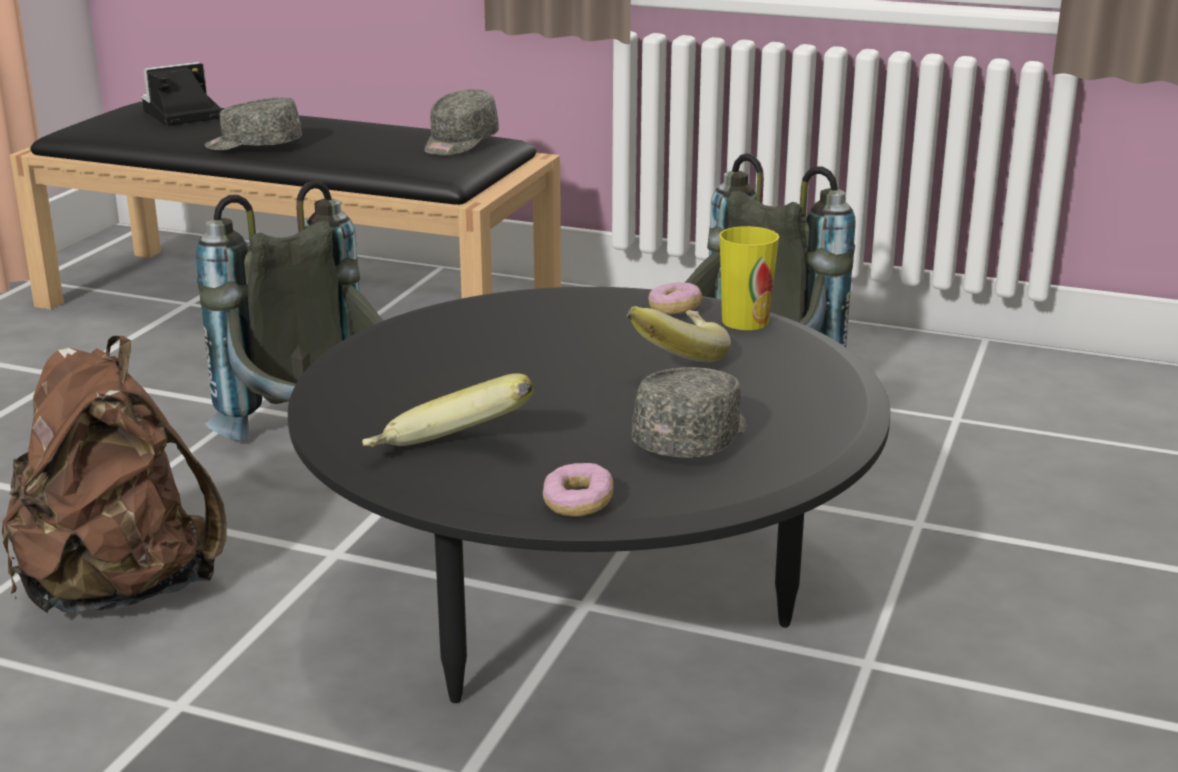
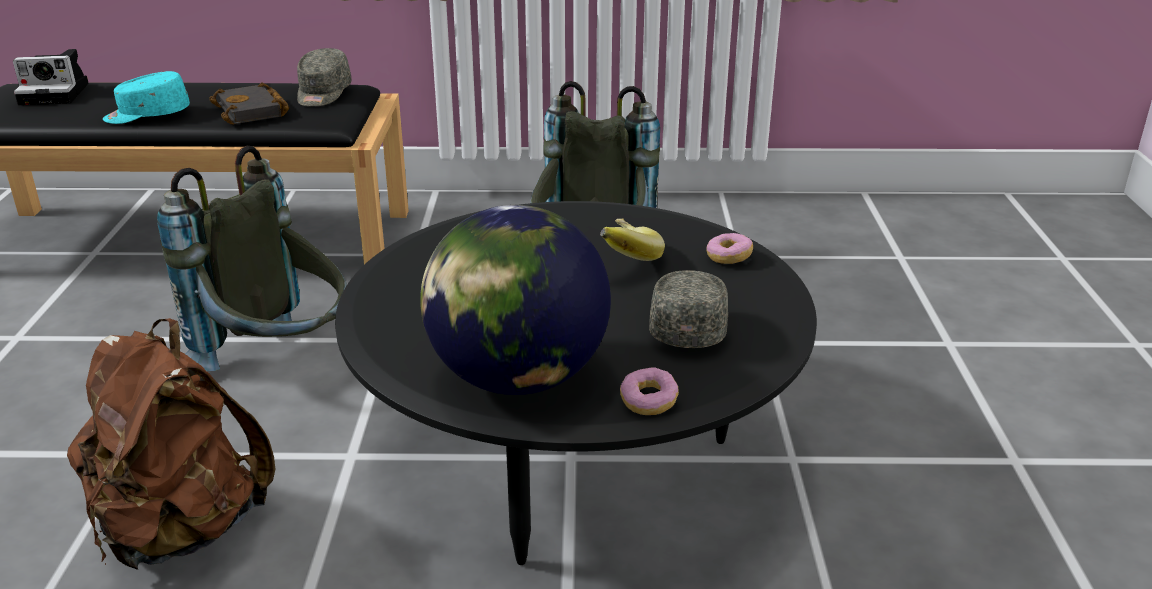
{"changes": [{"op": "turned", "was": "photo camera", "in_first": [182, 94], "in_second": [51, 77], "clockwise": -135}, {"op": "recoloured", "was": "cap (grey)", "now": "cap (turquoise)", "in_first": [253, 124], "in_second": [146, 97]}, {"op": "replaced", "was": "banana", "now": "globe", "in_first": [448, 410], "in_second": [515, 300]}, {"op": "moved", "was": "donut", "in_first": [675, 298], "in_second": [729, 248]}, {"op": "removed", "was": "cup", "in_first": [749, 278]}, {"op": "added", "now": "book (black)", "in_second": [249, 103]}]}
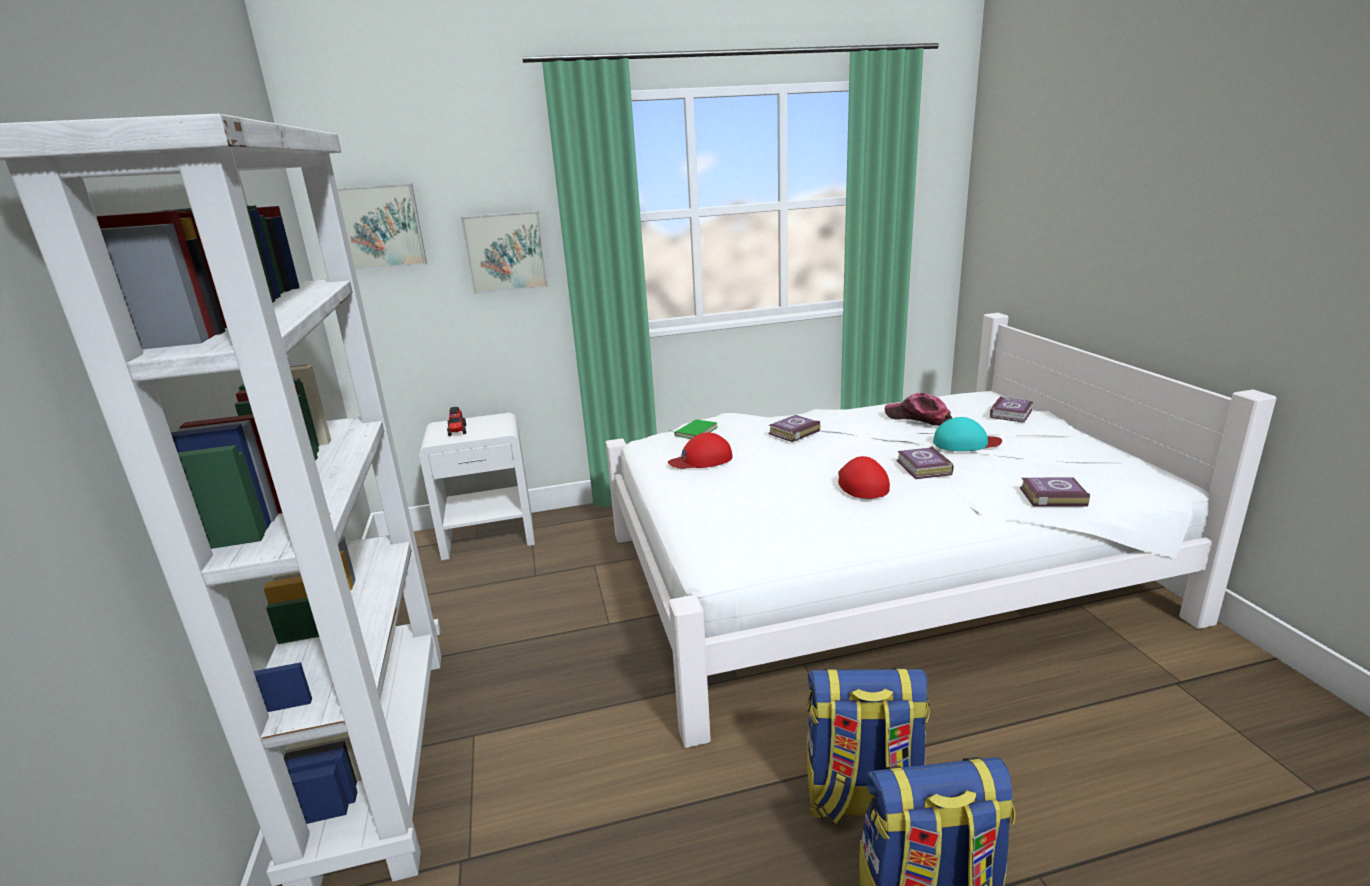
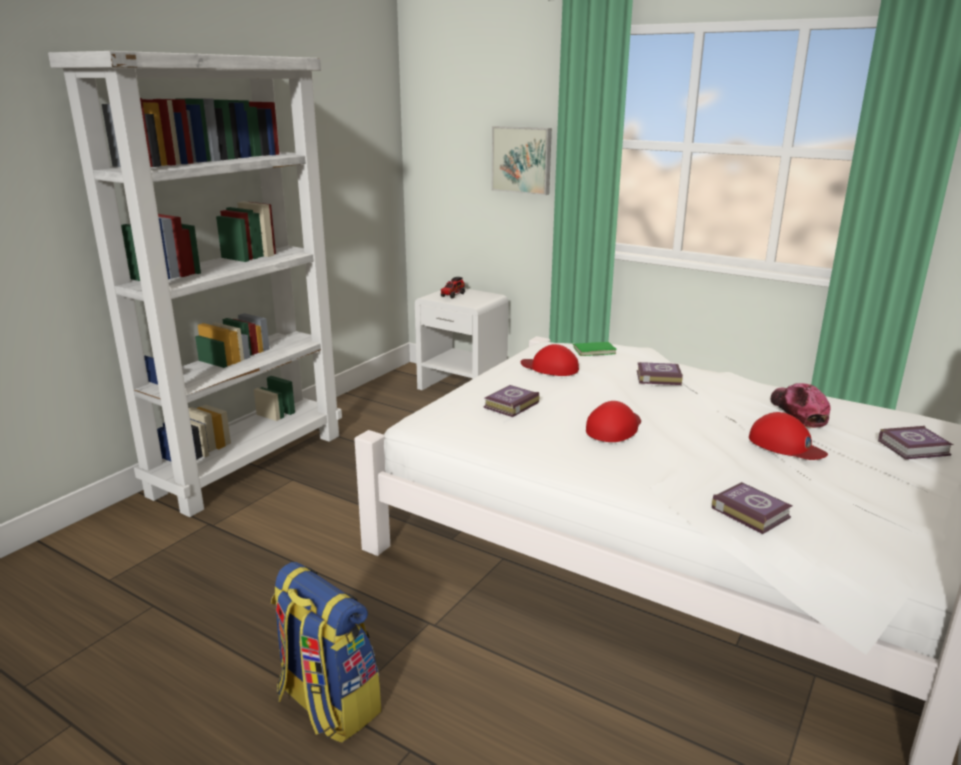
{"changes": [{"op": "removed", "was": "picture", "in_first": [382, 227]}, {"op": "removed", "was": "backpack", "in_first": [868, 745]}, {"op": "moved", "was": "book", "in_first": [925, 462], "in_second": [511, 401]}, {"op": "recoloured", "was": "cap (turquoise)", "now": "cap (red)", "in_first": [967, 434], "in_second": [788, 436]}]}
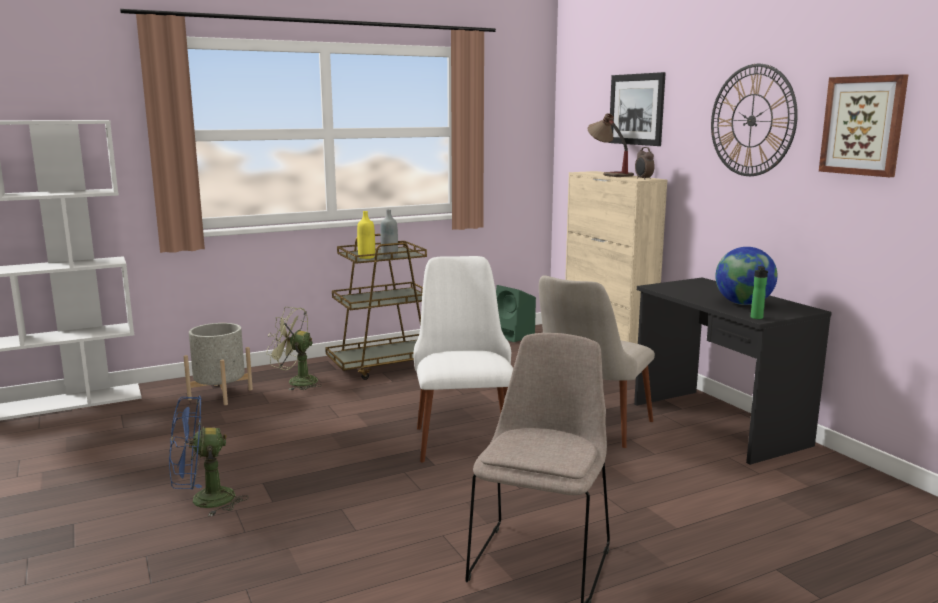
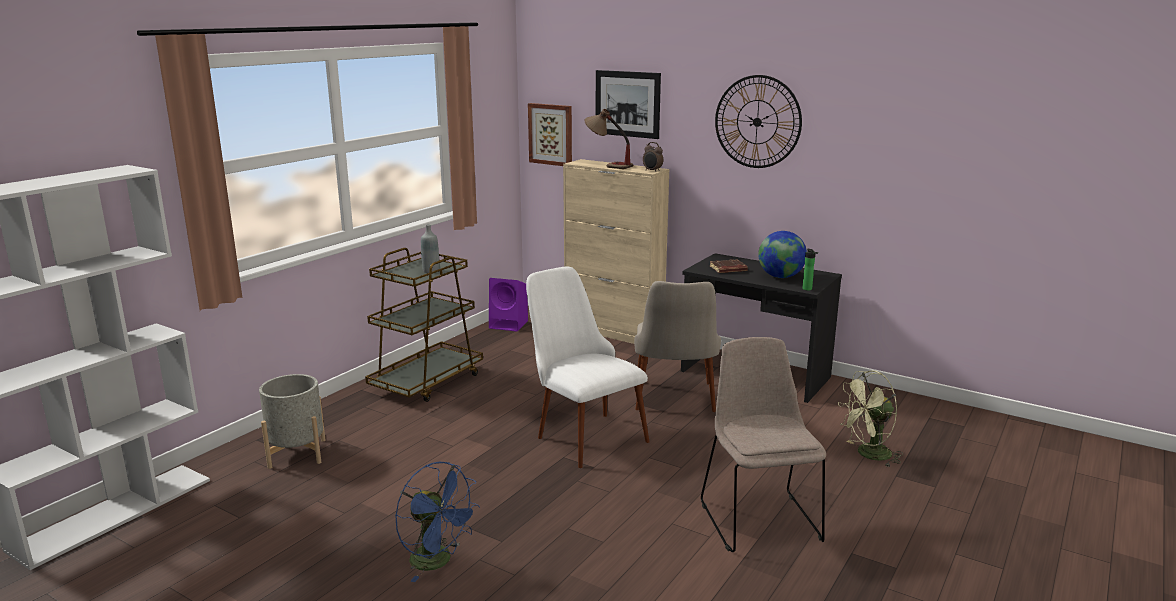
{"changes": [{"op": "turned", "was": "fan (blue)", "in_first": [208, 456], "in_second": [437, 522], "clockwise": -90}, {"op": "moved", "was": "fan (green)", "in_first": [294, 348], "in_second": [870, 419]}, {"op": "removed", "was": "bottle (yellow)", "in_first": [366, 235]}, {"op": "recoloured", "was": "speaker (green)", "now": "speaker (purple)", "in_first": [516, 313], "in_second": [508, 304]}, {"op": "moved", "was": "picture", "in_first": [863, 125], "in_second": [550, 134]}, {"op": "added", "now": "book (brown)", "in_second": [729, 266]}]}
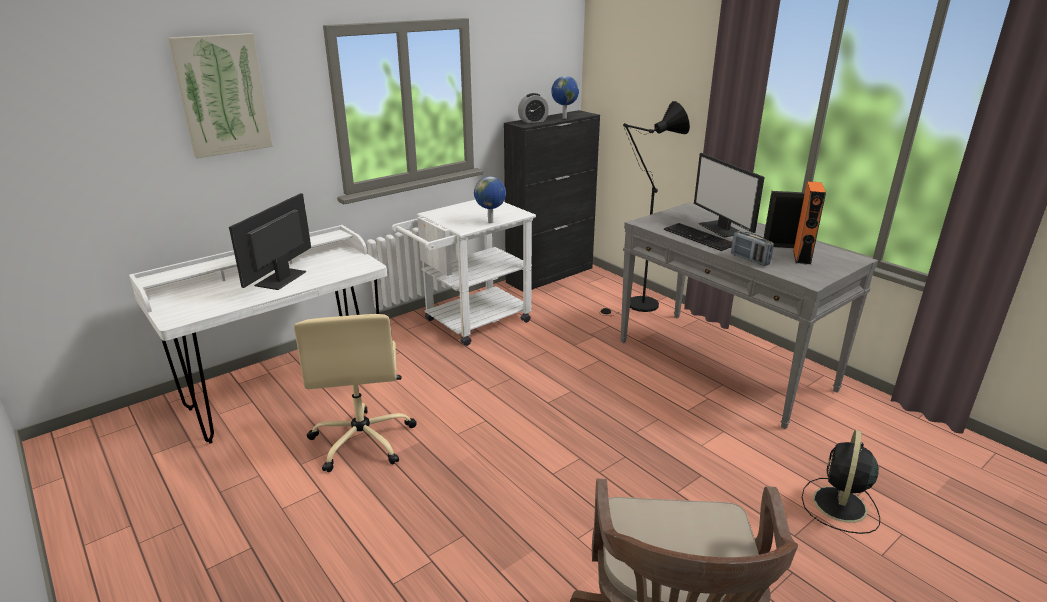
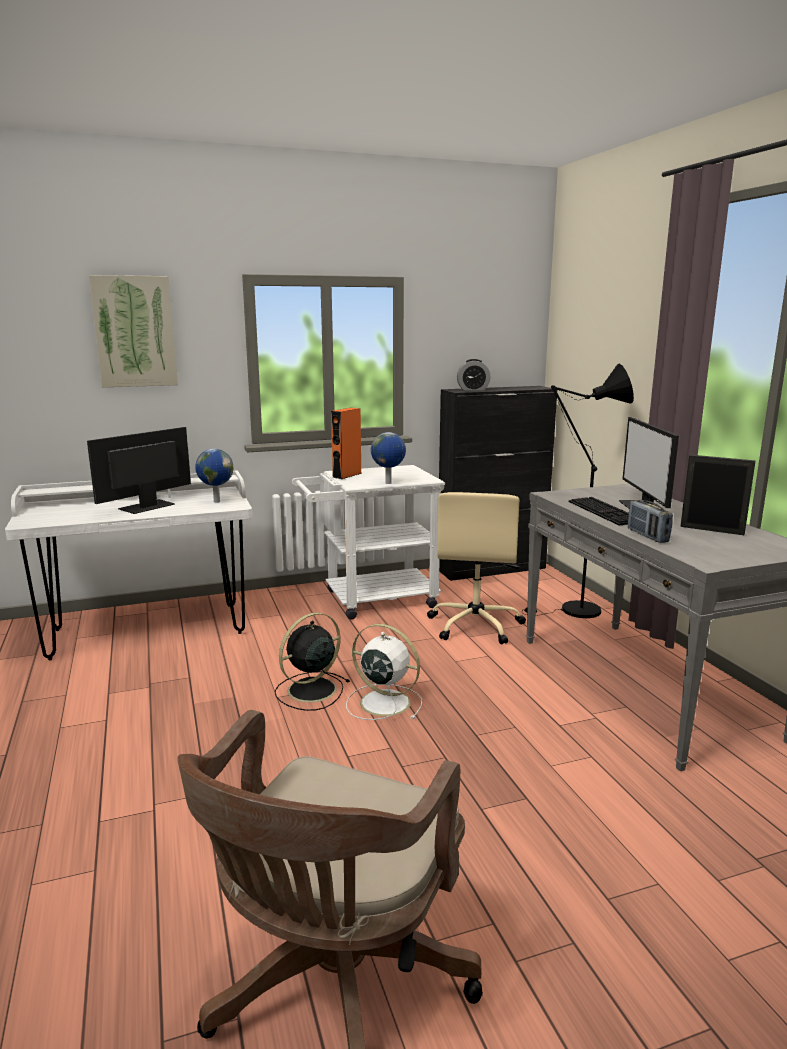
{"changes": [{"op": "moved", "was": "office chair (beige)", "in_first": [355, 393], "in_second": [476, 568]}, {"op": "moved", "was": "globe", "in_first": [565, 97], "in_second": [214, 475]}, {"op": "moved", "was": "speaker (orange)", "in_first": [809, 223], "in_second": [346, 443]}, {"op": "moved", "was": "fan (black)", "in_first": [841, 482], "in_second": [312, 661]}, {"op": "added", "now": "fan (white)", "in_second": [384, 672]}]}
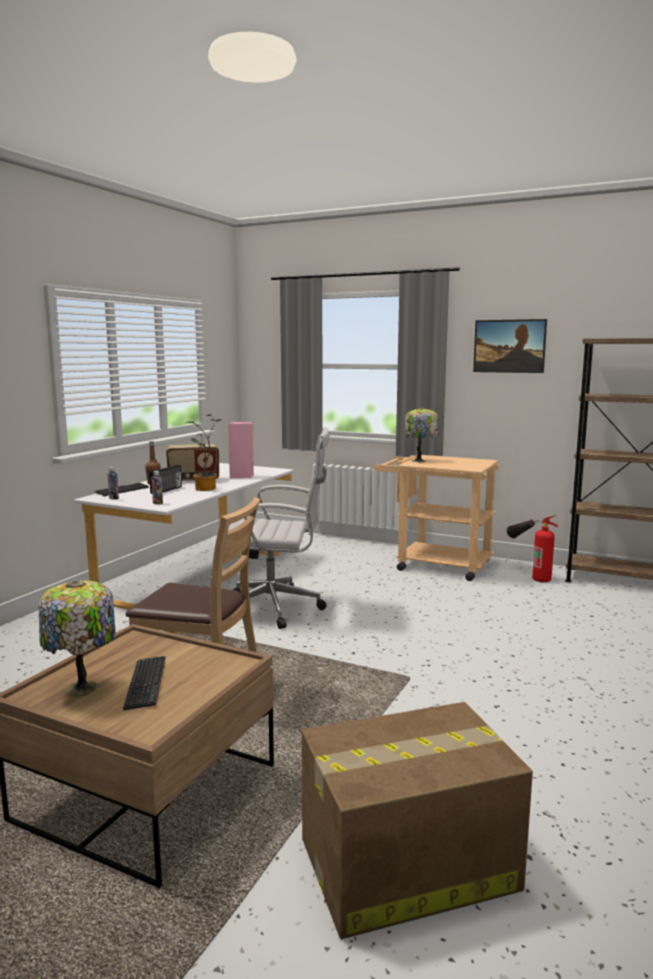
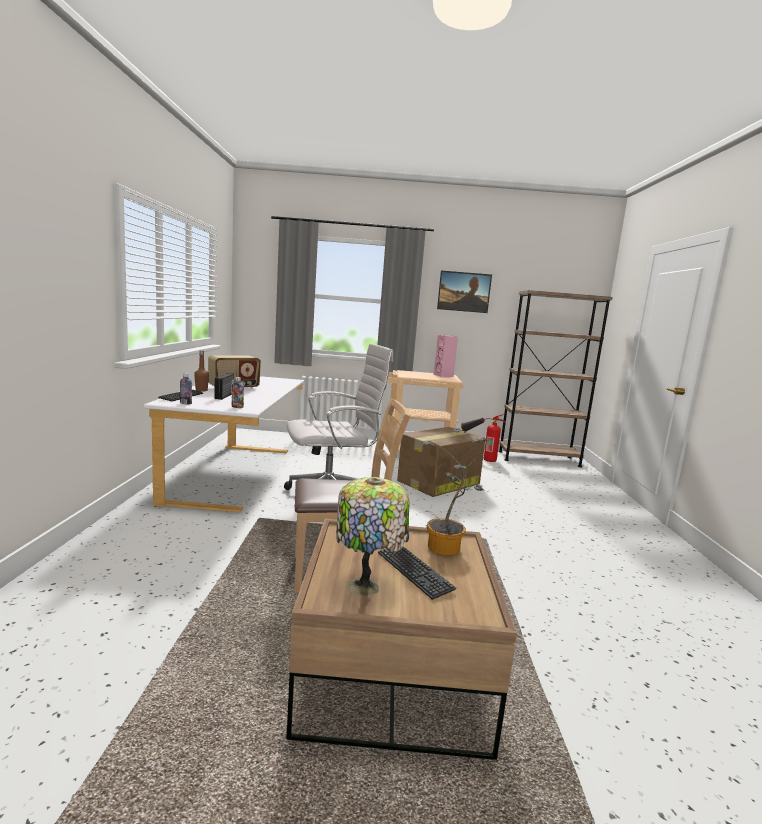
{"changes": [{"op": "moved", "was": "potted plant", "in_first": [203, 452], "in_second": [453, 492]}, {"op": "moved", "was": "speaker (pink)", "in_first": [241, 449], "in_second": [445, 356]}, {"op": "moved", "was": "cardboard box", "in_first": [417, 820], "in_second": [441, 462]}, {"op": "removed", "was": "table lamp", "in_first": [422, 434]}]}
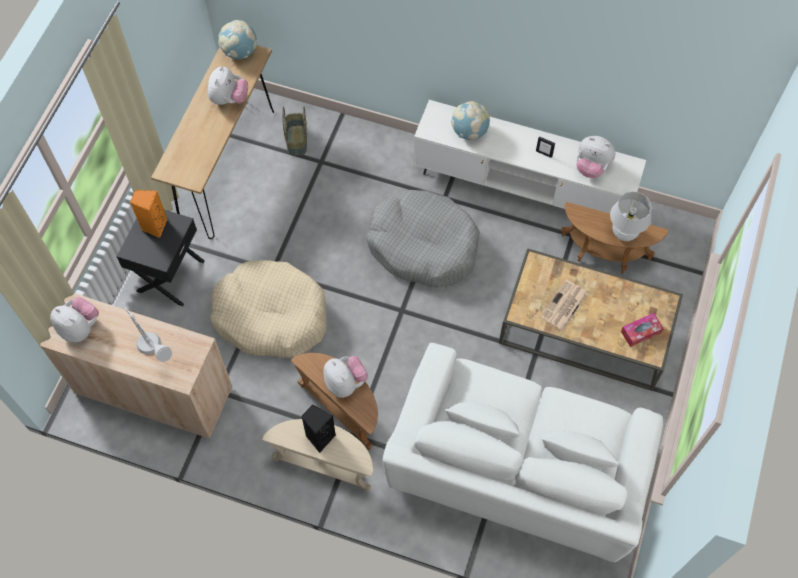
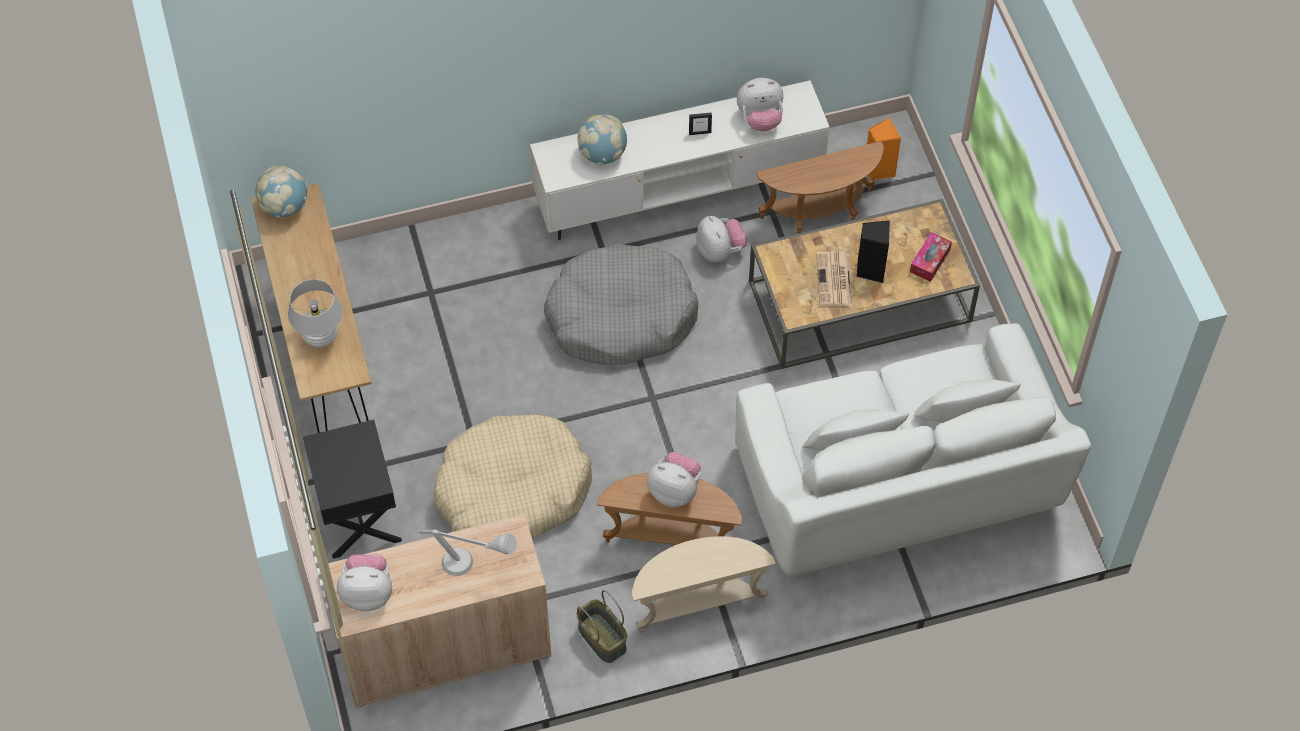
{"changes": [{"op": "moved", "was": "speaker (orange)", "in_first": [149, 214], "in_second": [884, 149]}, {"op": "moved", "was": "plush toy", "in_first": [228, 85], "in_second": [722, 239]}, {"op": "moved", "was": "basket", "in_first": [294, 130], "in_second": [602, 626]}, {"op": "moved", "was": "speaker (black)", "in_first": [318, 428], "in_second": [873, 251]}, {"op": "moved", "was": "table lamp (white)", "in_first": [631, 216], "in_second": [315, 313]}]}
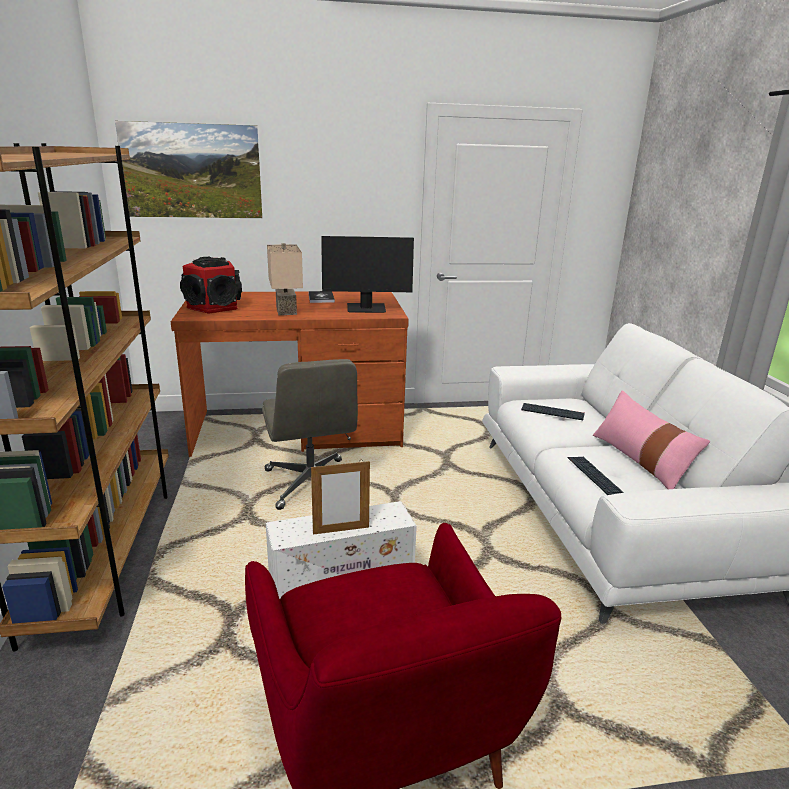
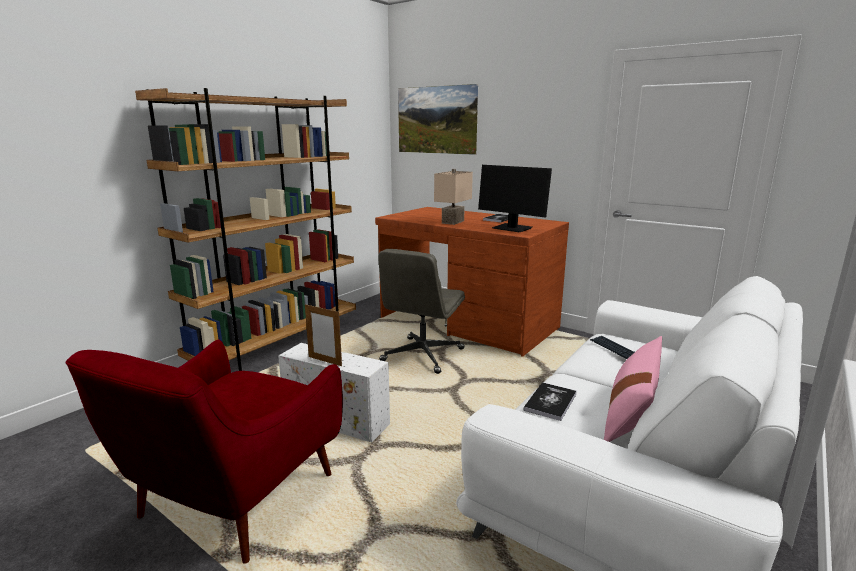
{"changes": [{"op": "removed", "was": "speaker", "in_first": [211, 285]}, {"op": "replaced", "was": "keyboard", "now": "book", "in_first": [596, 476], "in_second": [550, 401]}]}
